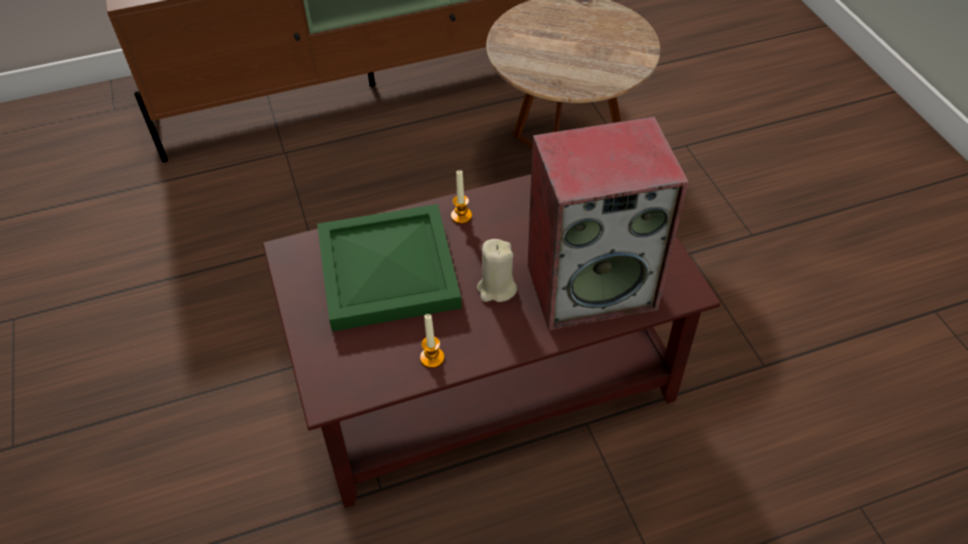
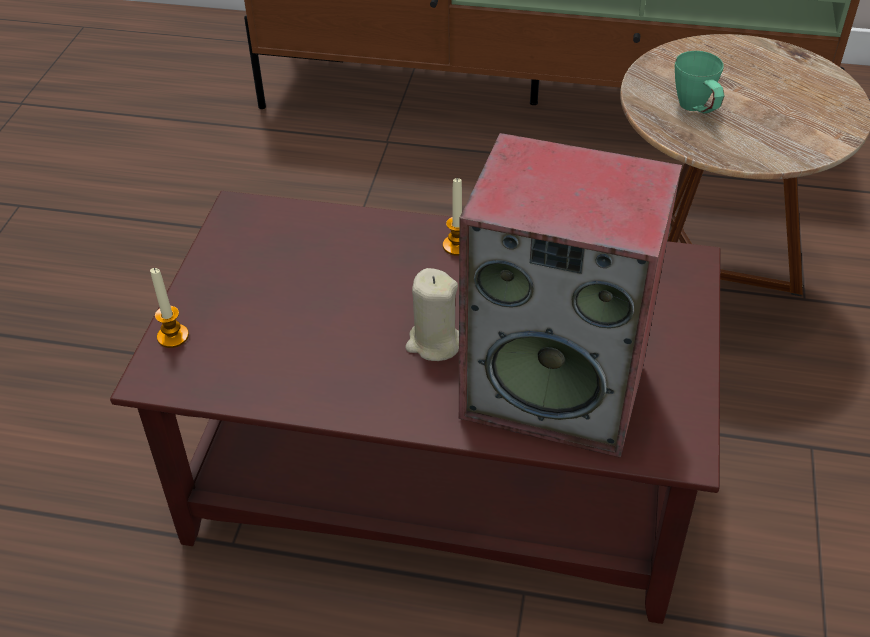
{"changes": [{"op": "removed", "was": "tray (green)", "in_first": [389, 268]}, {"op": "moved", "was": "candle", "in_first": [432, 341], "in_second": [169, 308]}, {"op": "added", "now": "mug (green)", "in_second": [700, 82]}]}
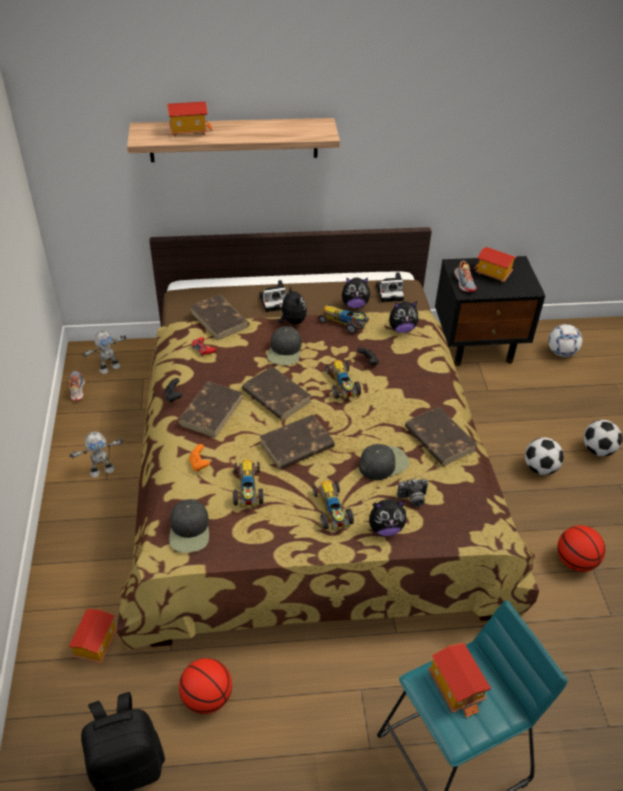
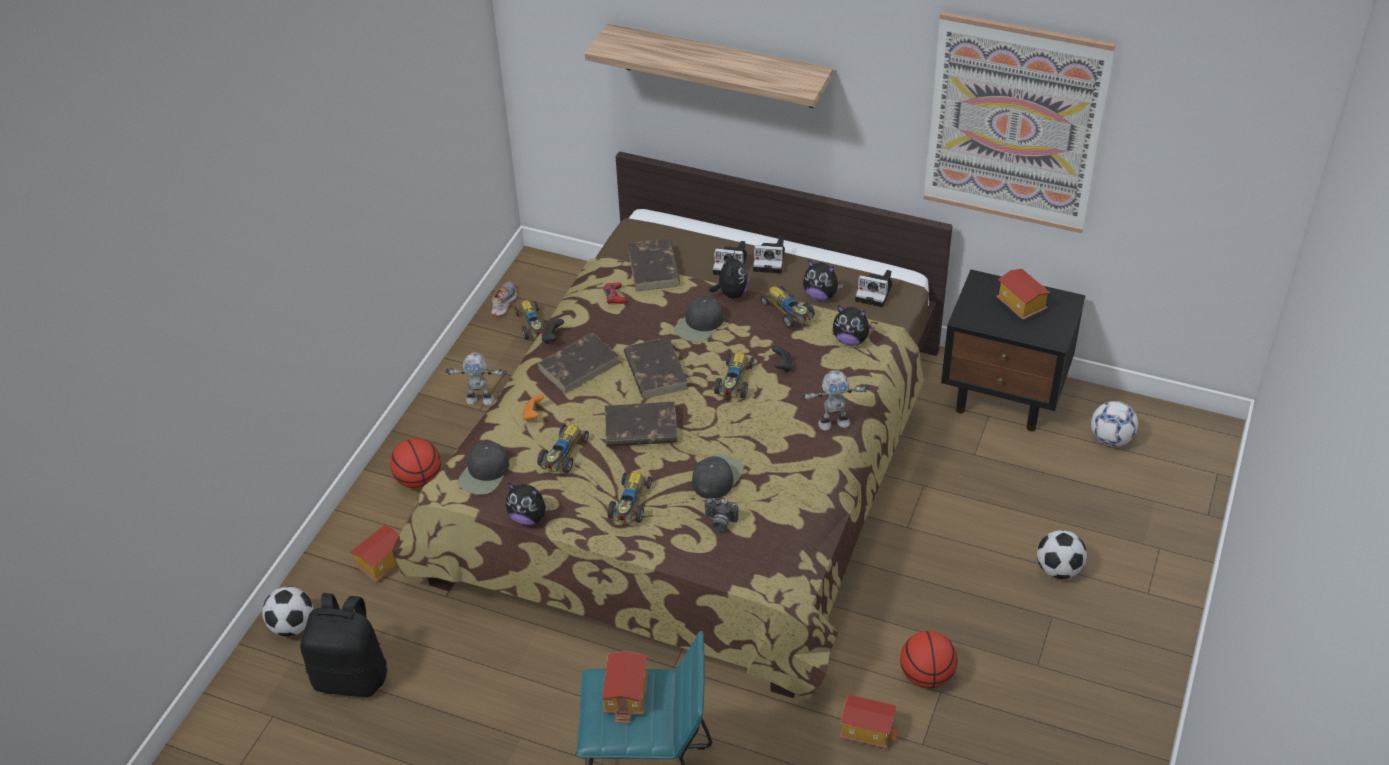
{"changes": [{"op": "moved", "was": "toy robot", "in_first": [104, 352], "in_second": [834, 400]}, {"op": "moved", "was": "toy house", "in_first": [189, 119], "in_second": [869, 721]}, {"op": "moved", "was": "basketball", "in_first": [205, 686], "in_second": [415, 463]}, {"op": "turned", "was": "cap (black)", "in_first": [384, 462], "in_second": [717, 476], "clockwise": -60}, {"op": "moved", "was": "plush toy", "in_first": [387, 517], "in_second": [529, 504]}, {"op": "removed", "was": "book (brown)", "in_first": [441, 436]}, {"op": "removed", "was": "shoe", "in_first": [465, 276]}, {"op": "moved", "was": "football", "in_first": [544, 456], "in_second": [288, 611]}, {"op": "added", "now": "toy car", "in_second": [531, 320]}, {"op": "added", "now": "photo camera", "in_second": [769, 255]}, {"op": "added", "now": "picture", "in_second": [1020, 122]}]}
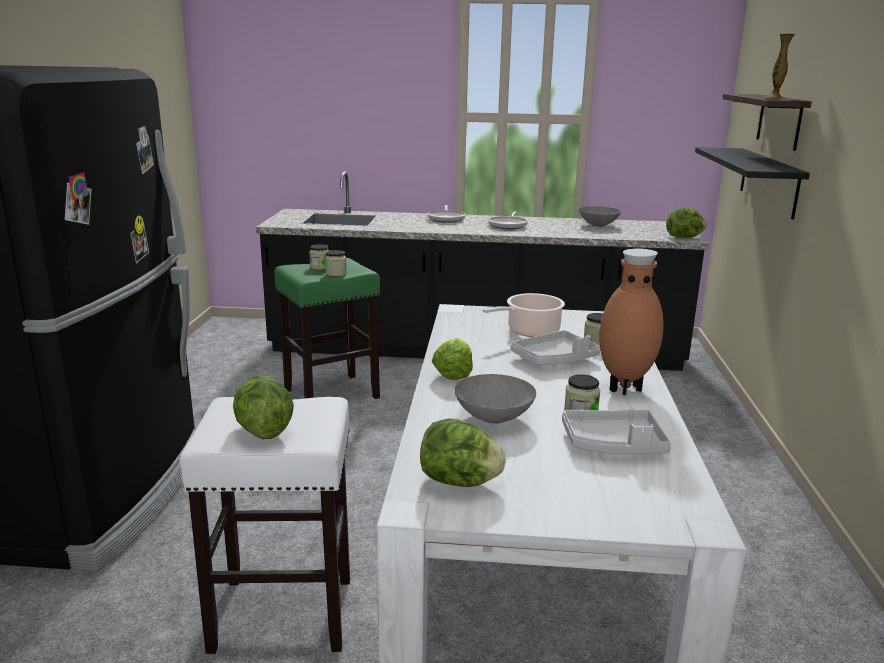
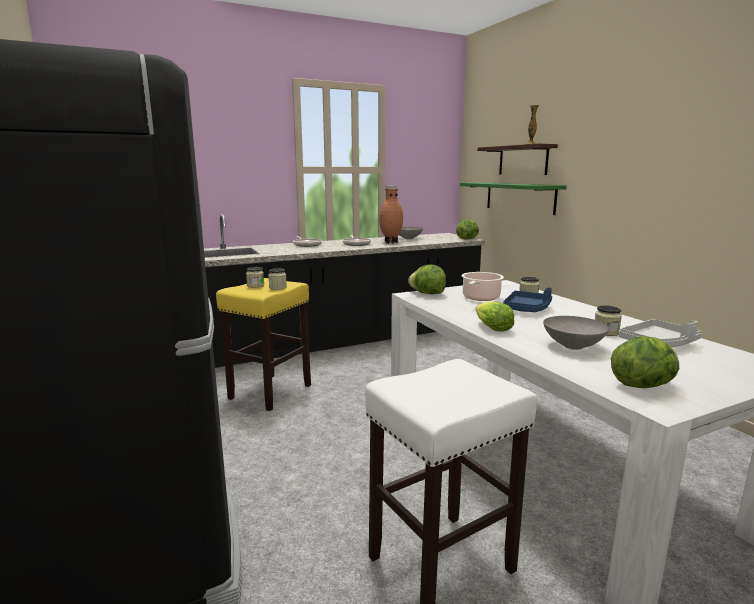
{"changes": [{"op": "moved", "was": "lettuce", "in_first": [263, 407], "in_second": [427, 279]}, {"op": "recoloured", "was": "stool (green)", "now": "stool (yellow)", "in_first": [327, 328], "in_second": [263, 344]}, {"op": "recoloured", "was": "tray (grey)", "now": "tray (blue)", "in_first": [555, 347], "in_second": [527, 300]}, {"op": "moved", "was": "vase (brown)", "in_first": [631, 322], "in_second": [391, 214]}, {"op": "recoloured", "was": "shelf (black)", "now": "shelf (green)", "in_first": [752, 183], "in_second": [513, 198]}]}
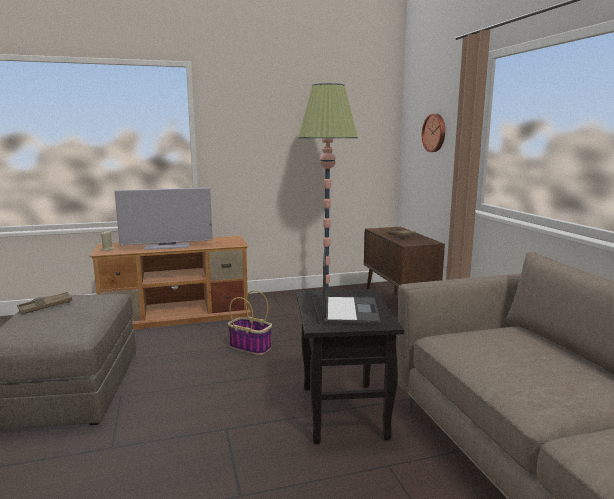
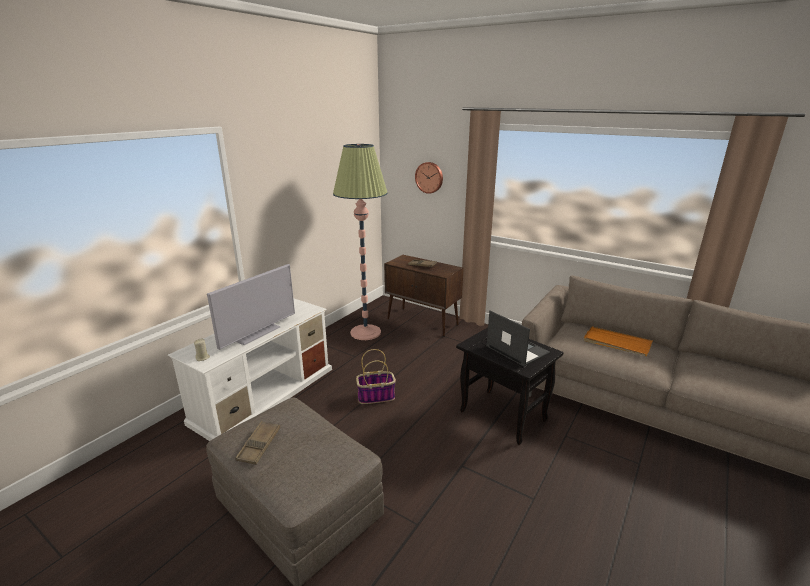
{"changes": [{"op": "recoloured", "was": "tv stand (brown)", "now": "tv stand (white)", "in_first": [170, 282], "in_second": [250, 369]}, {"op": "added", "now": "tray (orange)", "in_second": [618, 341]}]}
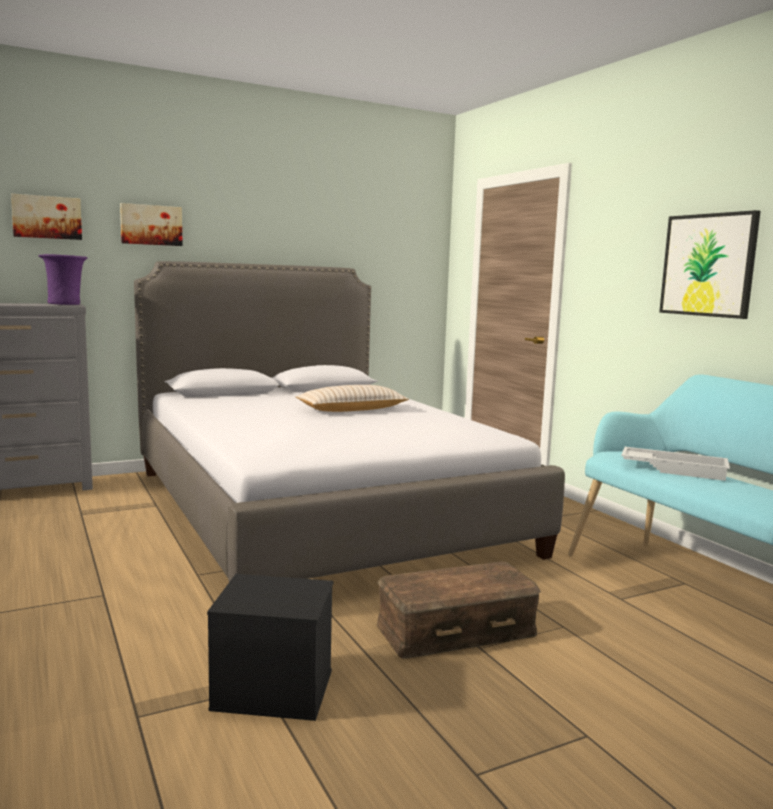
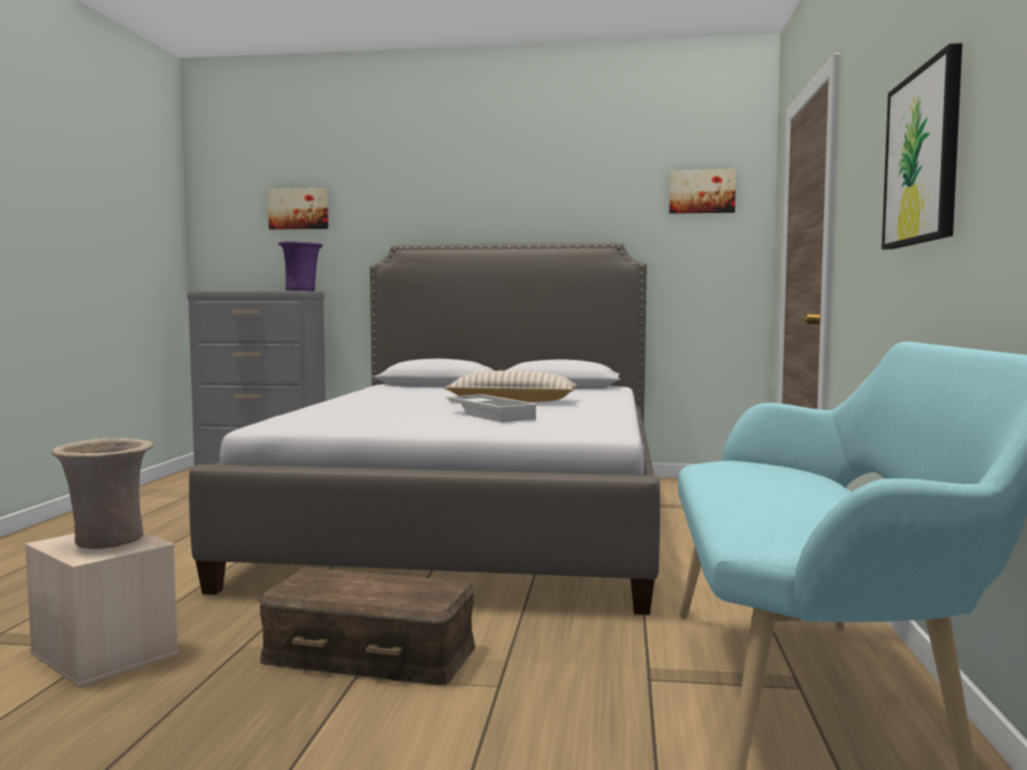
{"changes": [{"op": "moved", "was": "picture", "in_first": [151, 224], "in_second": [702, 191]}, {"op": "recoloured", "was": "storage box (black)", "now": "storage box (beige)", "in_first": [270, 647], "in_second": [102, 610]}, {"op": "moved", "was": "tray (white)", "in_first": [675, 464], "in_second": [492, 408]}, {"op": "added", "now": "vase (beige)", "in_second": [102, 493]}]}
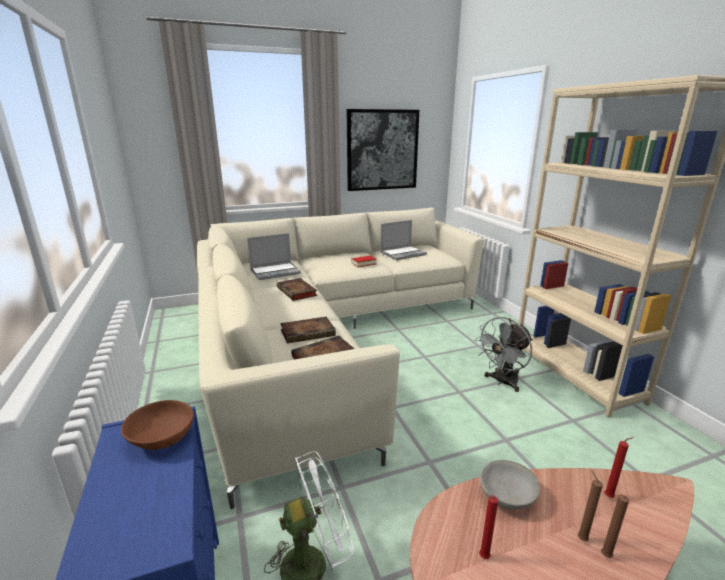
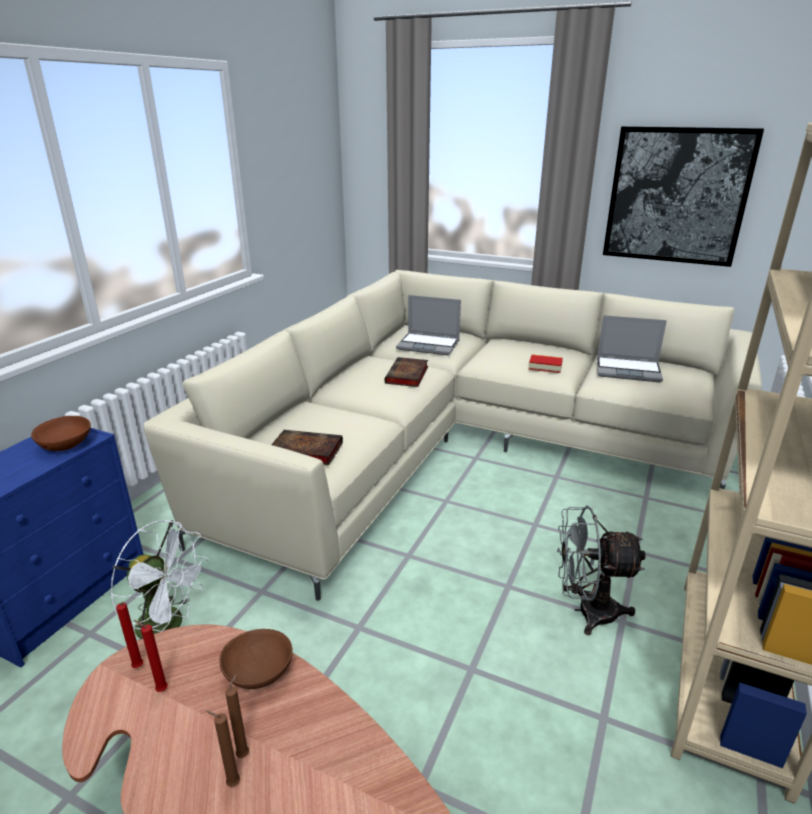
{"changes": [{"op": "removed", "was": "book", "in_first": [308, 330]}, {"op": "recoloured", "was": "bowl (grey)", "now": "bowl (brown)", "in_first": [510, 484], "in_second": [256, 659]}, {"op": "moved", "was": "candle (red)", "in_first": [619, 467], "in_second": [129, 635]}]}
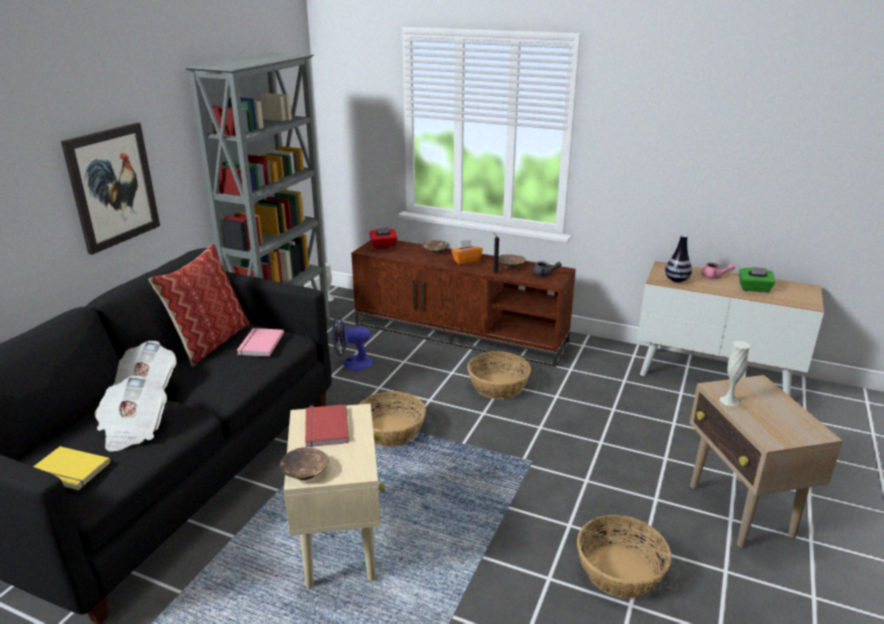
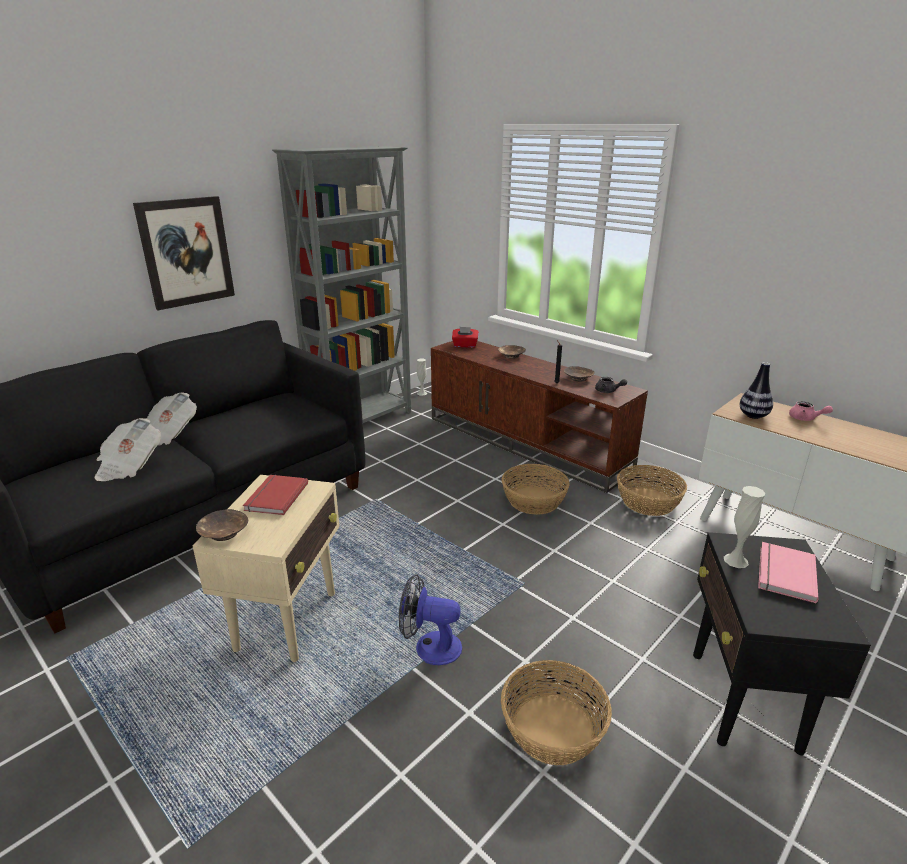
{"changes": [{"op": "removed", "was": "book (yellow)", "in_first": [71, 468]}, {"op": "removed", "was": "pillow", "in_first": [199, 305]}, {"op": "moved", "was": "book (pink)", "in_first": [260, 342], "in_second": [788, 572]}, {"op": "moved", "was": "fan", "in_first": [352, 343], "in_second": [430, 619]}, {"op": "moved", "was": "basket", "in_first": [393, 419], "in_second": [652, 490]}, {"op": "removed", "was": "tissue box (orange)", "in_first": [467, 252]}, {"op": "recoloured", "was": "side table (beige)", "now": "side table (black)", "in_first": [766, 461], "in_second": [782, 643]}, {"op": "removed", "was": "tissue box (green)", "in_first": [757, 279]}]}
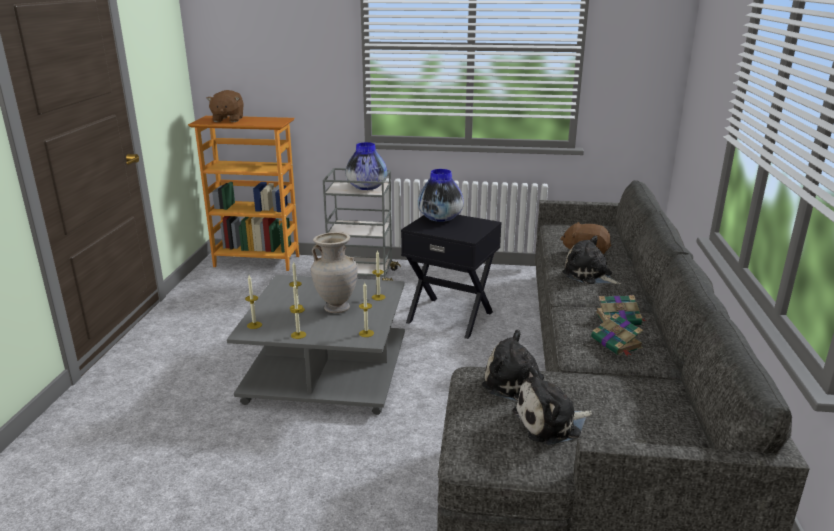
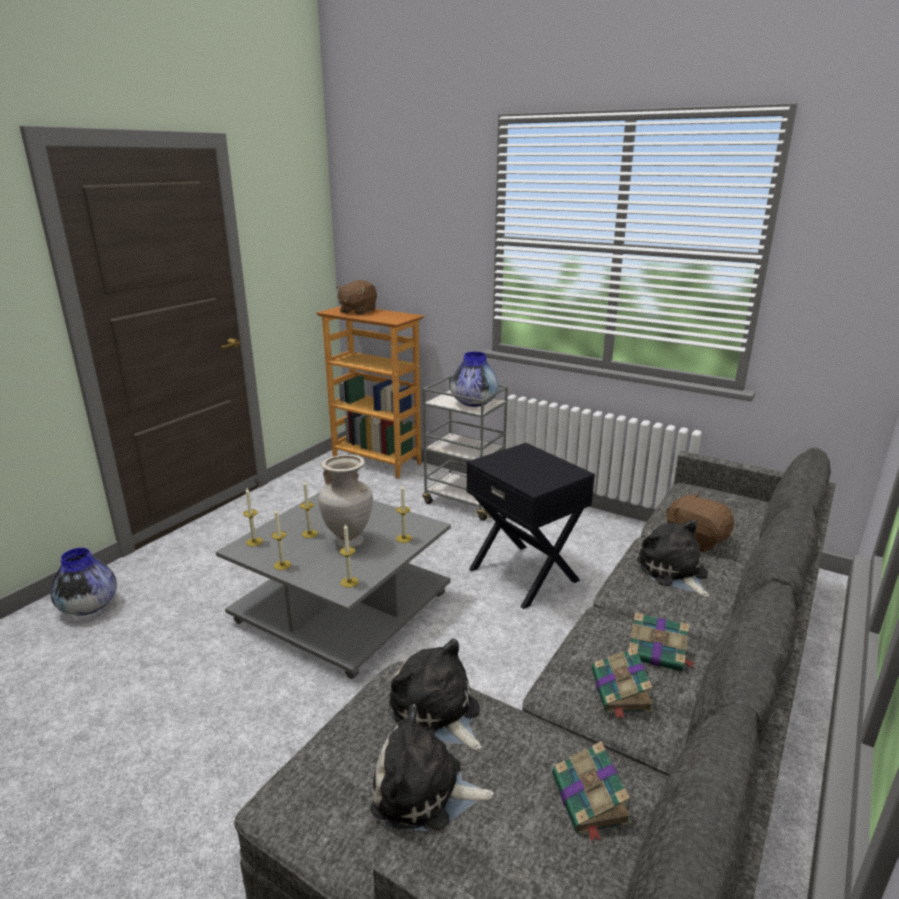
{"changes": [{"op": "moved", "was": "vase", "in_first": [441, 195], "in_second": [83, 582]}, {"op": "added", "now": "book", "in_second": [592, 792]}]}
